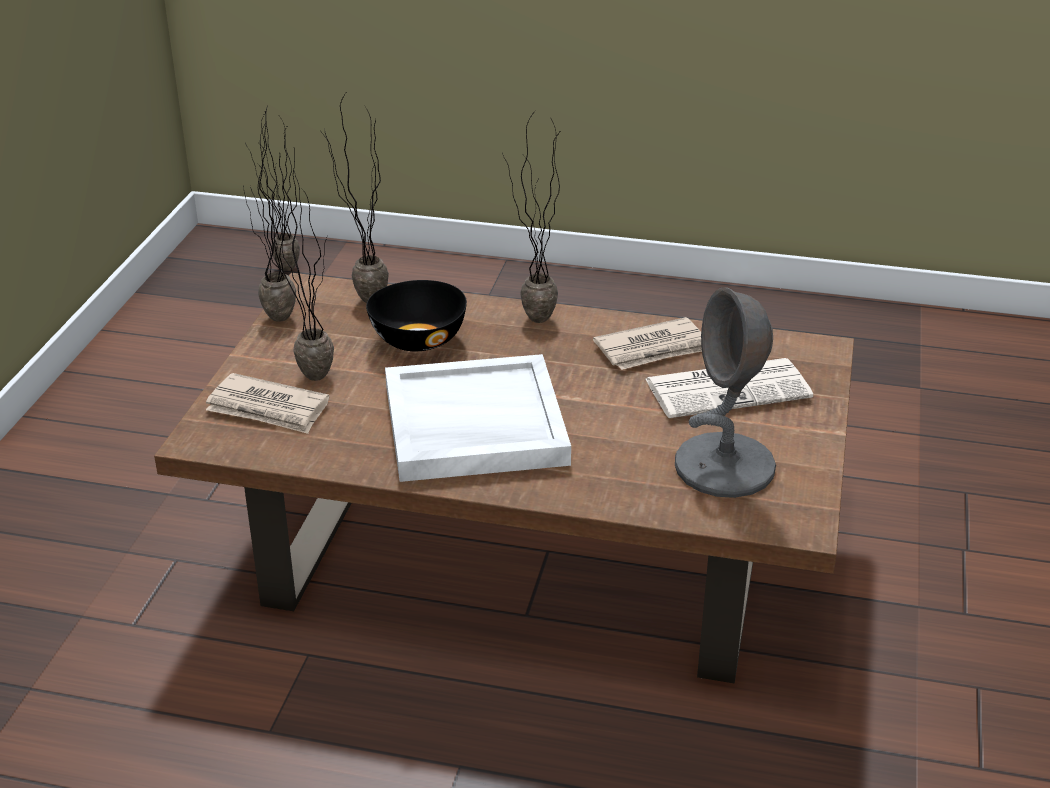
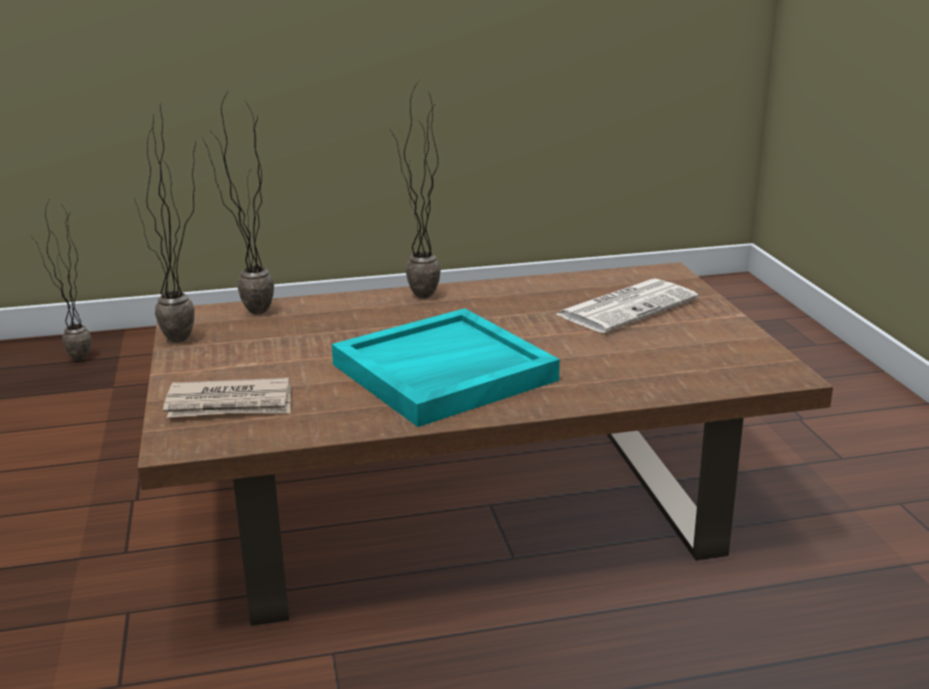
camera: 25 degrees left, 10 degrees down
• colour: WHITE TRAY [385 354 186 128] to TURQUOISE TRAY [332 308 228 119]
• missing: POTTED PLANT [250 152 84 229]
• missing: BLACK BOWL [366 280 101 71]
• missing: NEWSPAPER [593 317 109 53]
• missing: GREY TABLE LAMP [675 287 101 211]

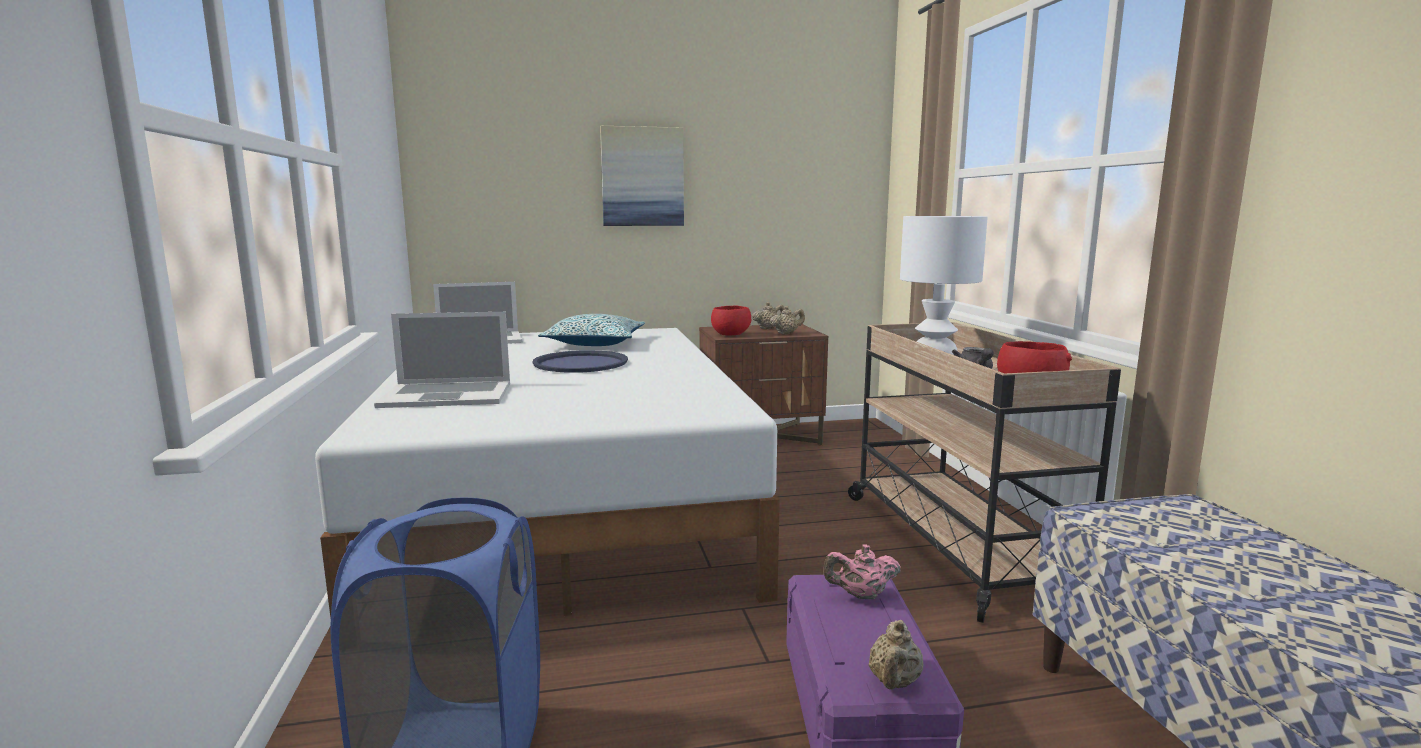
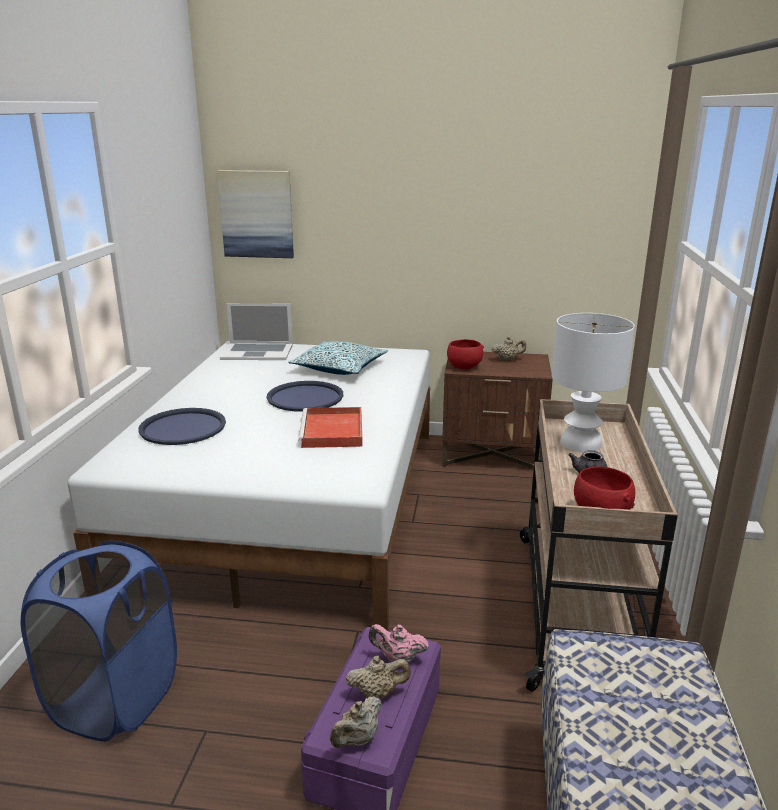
camera: 20 degrees right, 10 degrees up
• exchanged: LAPTOP [374 312 136 96] to BLUE TRAY [139 408 87 37]
• relocated: PICTURE [600 126 84 100] to [217 170 77 88]
• appeared: RED TRAY [298 407 65 41]
• relocated: BEIGE TEAPOT [770 306 35 29] to [346 656 65 42]

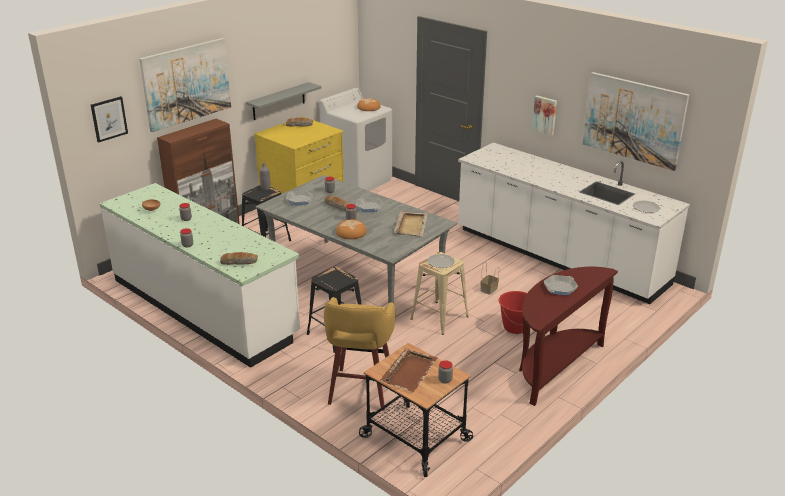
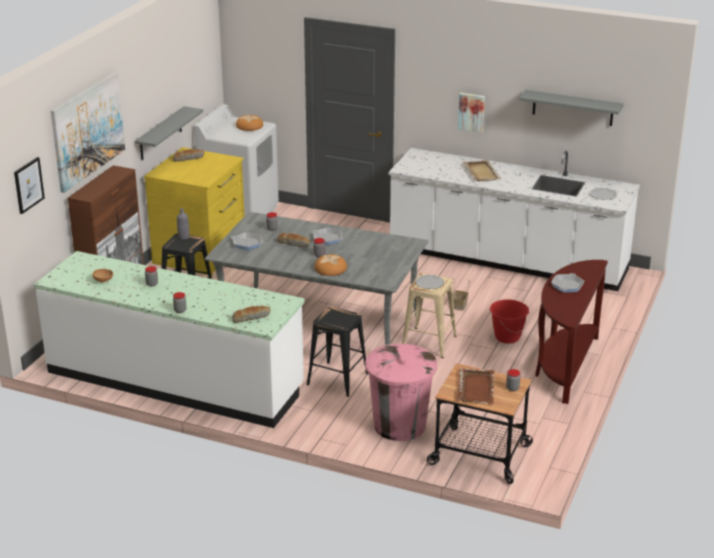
camera: 20 degrees left, 0 degrees up
• exchanged: YELLOW STOOL [324 297 71 113] to PINK TRASH CAN [365 344 72 97]
• relocated: BEIGE TRAY [394 211 33 25] to [462 160 39 21]
• exchanged: PICTURE [582 72 107 99] to GREY SHELF [519 90 105 36]

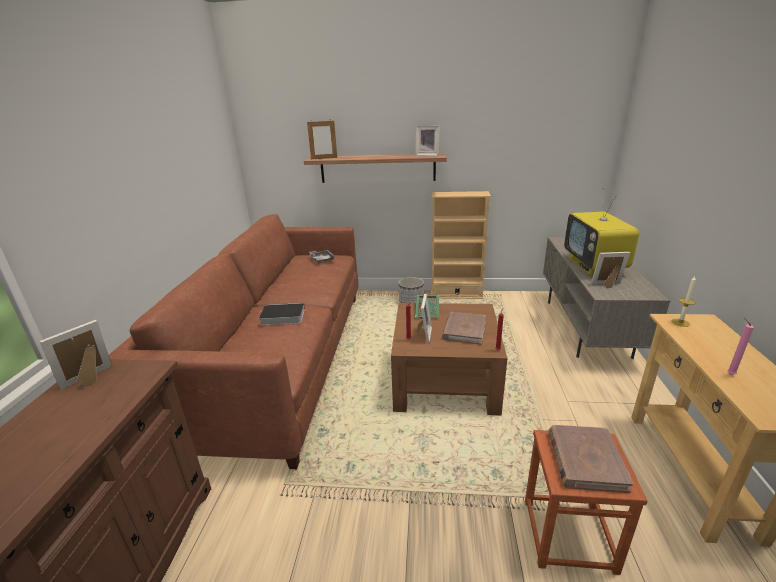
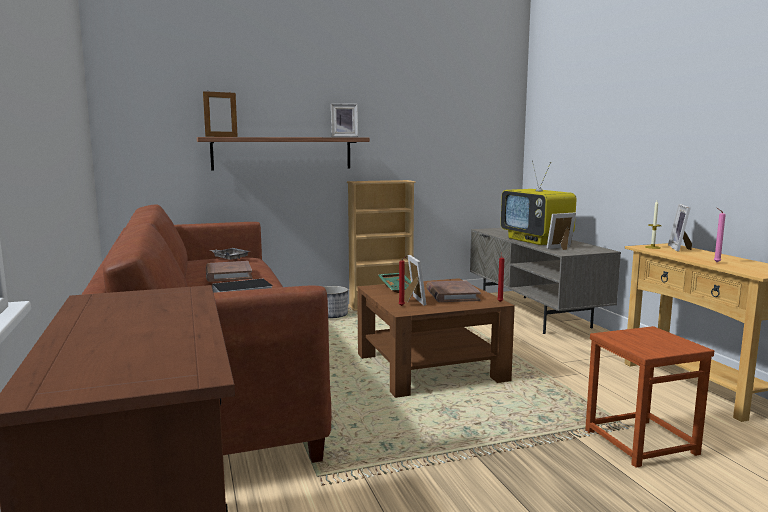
camera: 25 degrees left, 15 degrees down
• relocated: BROWN BOOK [548 425 85 68] to [206 261 46 21]
• relocated: PICTURE FRAME [40 320 72 70] to [668 204 24 48]

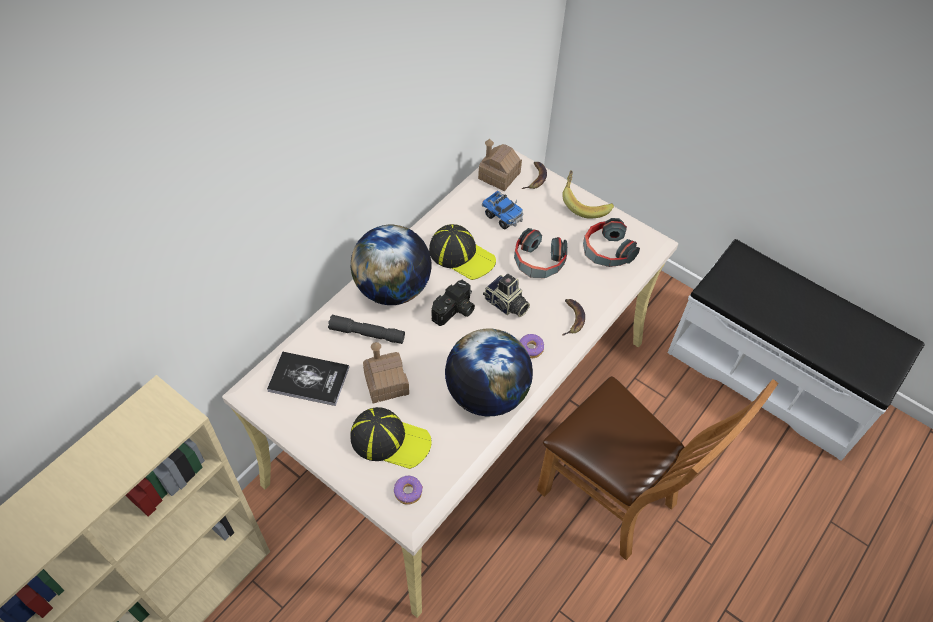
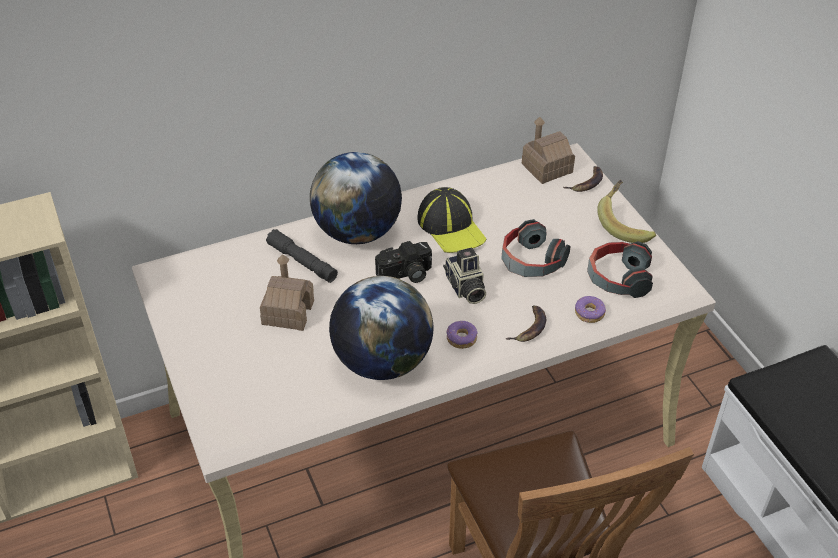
camera: 30 degrees right, 10 degrees down
• relocated: DONUT [394 476 29 29] to [575 296 31 27]
• missing: BOOK [267 351 82 55]
• missing: CAP [350 407 82 62]
• missing: TOY TRUCK [482 191 41 38]

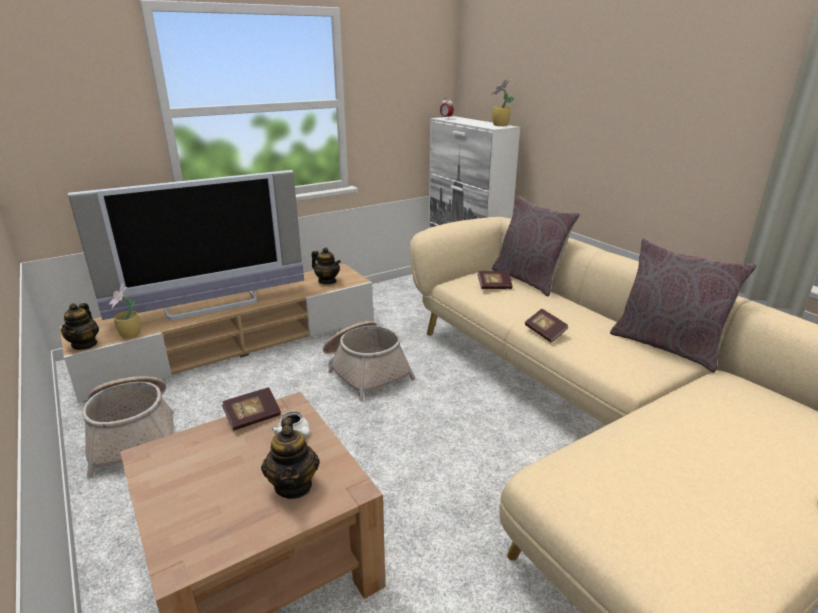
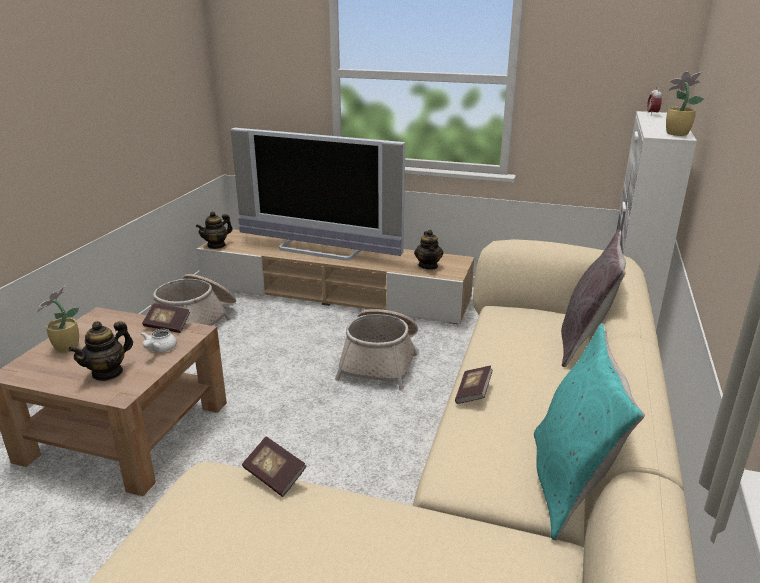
camera: 50 degrees right, 0 degrees up
• relocated: POTTED PLANT [109 283 32 55] to [38 286 41 66]
• relocated: BOOK [477 271 36 18] to [242 436 65 61]
• colour: GREY PILLOW [610 238 147 135] to TURQUOISE PILLOW [534 323 111 217]

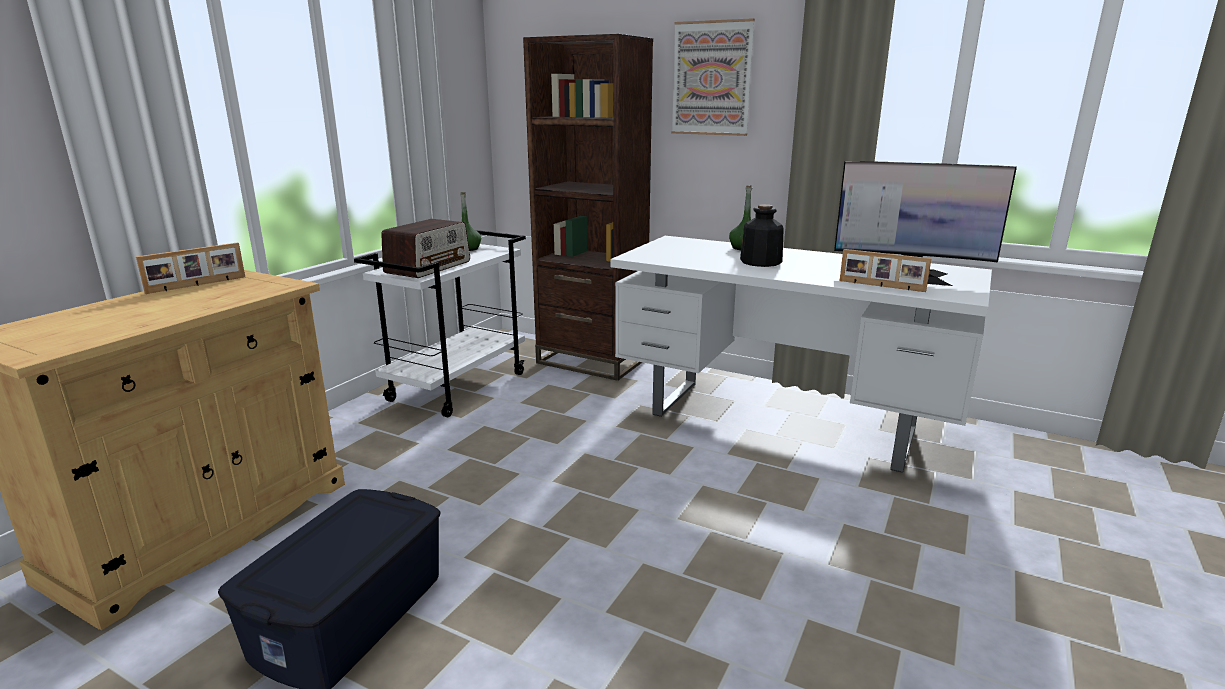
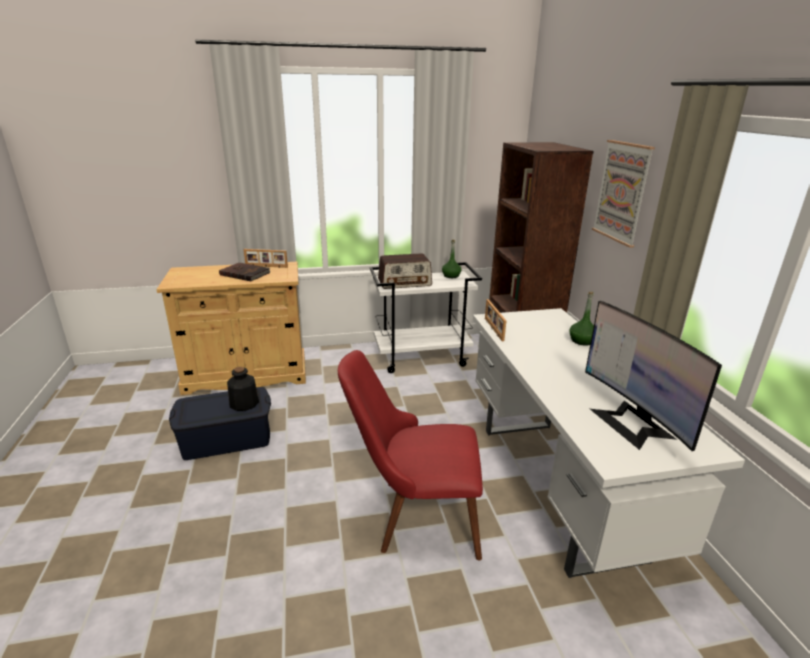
camera: 50 degrees right, 5 degrees up
• appeared: BROWN BOOK [219 262 52 19]
• relocated: BOTTLE [740 204 44 63] to [227 367 32 44]
• appeared: RED CHAIR [338 350 145 210]
• relocated: PICTURE FRAME [840 249 92 43] to [485 299 21 42]

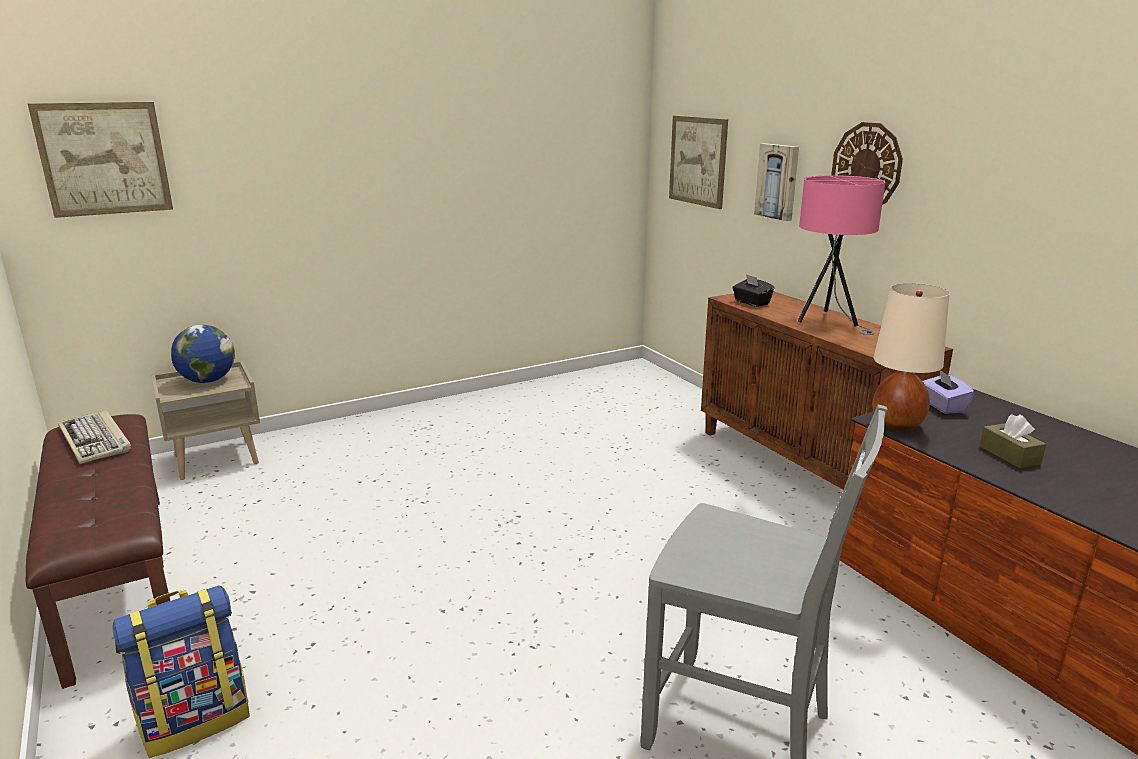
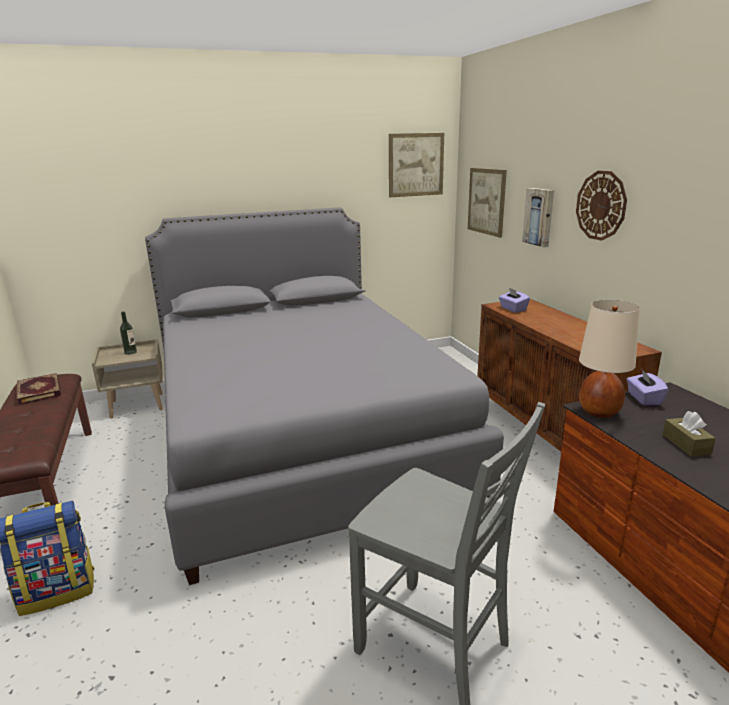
camera: 10 degrees right, 0 degrees up
• exchanged: KEYBOARD [58 410 73 54] to BOOK [17 373 44 32]
• exchanged: GLOBE [171 325 64 58] to BOTTLE [120 312 17 43]
• appeared: GREY BED [145 207 359 378]
• relocated: PICTURE [28 102 145 116] to [389 133 55 64]
• colour: BLACK TISSUE BOX [733 274 41 33] to PURPLE TISSUE BOX [499 288 31 25]
• missing: PINK TABLE LAMP [798 175 87 160]

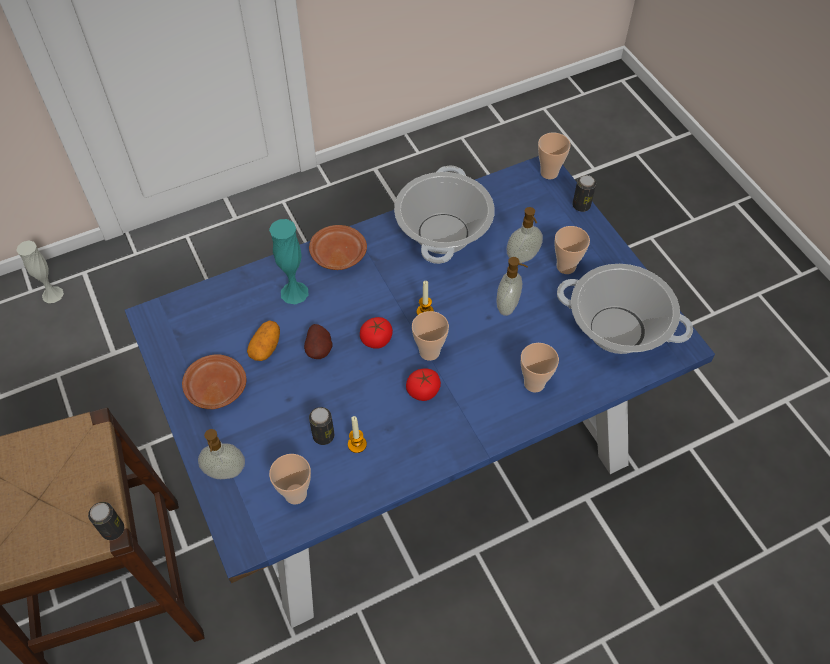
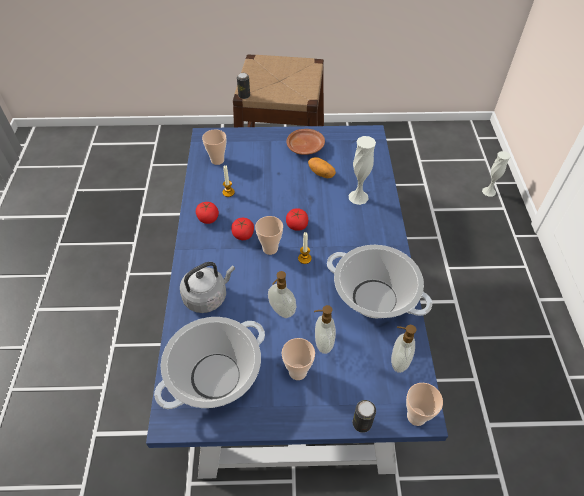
camera: 115 degrees right, 5 degrees down
• exchanged: CUP [520 343 39 50] to GREY KETTLE [180 262 55 51]
• appeared: TOMATO [196 202 23 22]
• colour: TURQUOISE VASE [269 219 40 85] to WHITE VASE [349 136 27 69]
• relocated: SOAP DISPENSER [198 429 47 50] to [391 325 25 48]
• missing: POTATO [304 324 29 35]
• missing: BROWN PLATE [309 225 58 45]
• missing: CAN [309 407 25 38]

